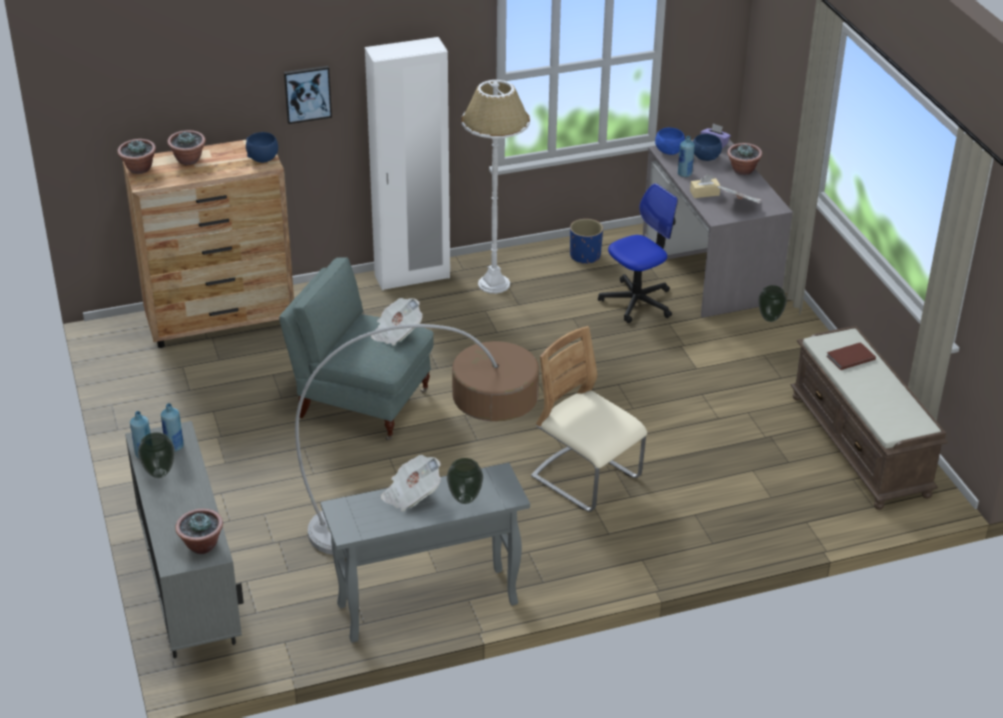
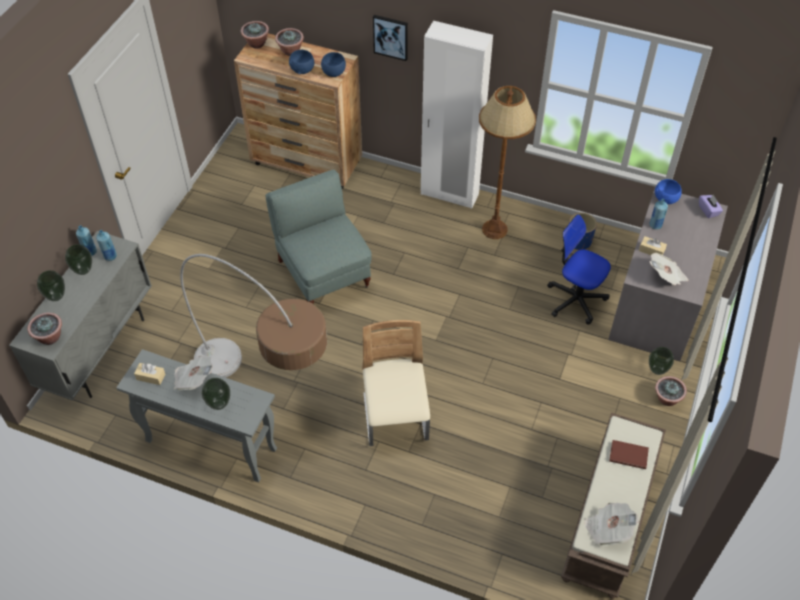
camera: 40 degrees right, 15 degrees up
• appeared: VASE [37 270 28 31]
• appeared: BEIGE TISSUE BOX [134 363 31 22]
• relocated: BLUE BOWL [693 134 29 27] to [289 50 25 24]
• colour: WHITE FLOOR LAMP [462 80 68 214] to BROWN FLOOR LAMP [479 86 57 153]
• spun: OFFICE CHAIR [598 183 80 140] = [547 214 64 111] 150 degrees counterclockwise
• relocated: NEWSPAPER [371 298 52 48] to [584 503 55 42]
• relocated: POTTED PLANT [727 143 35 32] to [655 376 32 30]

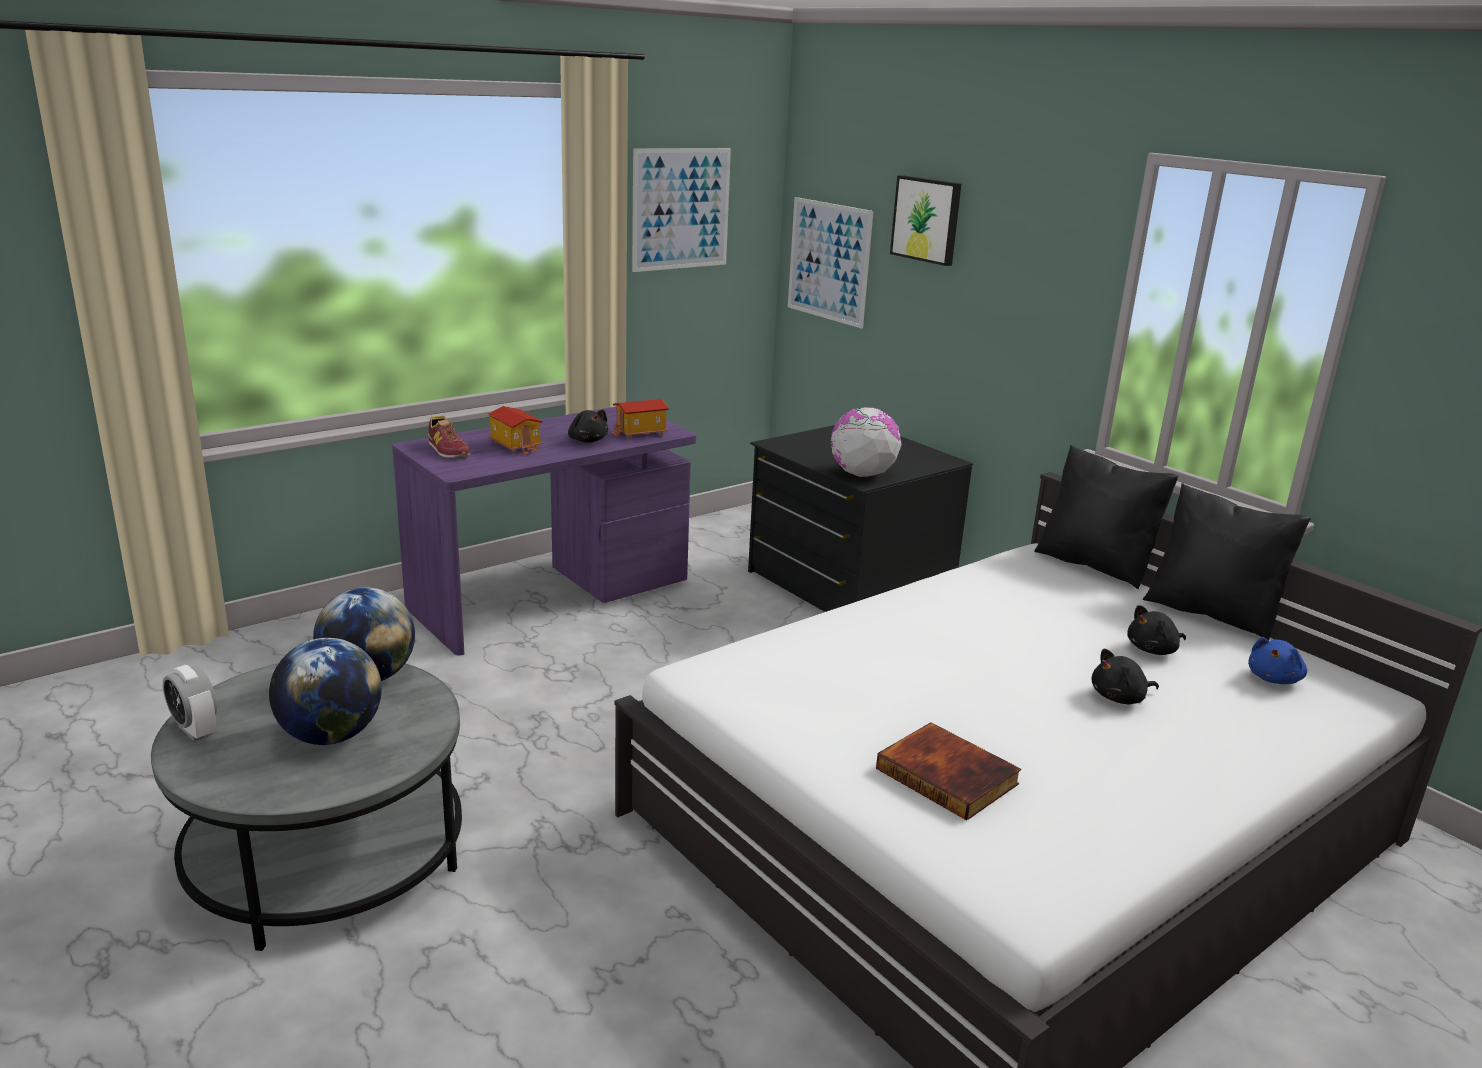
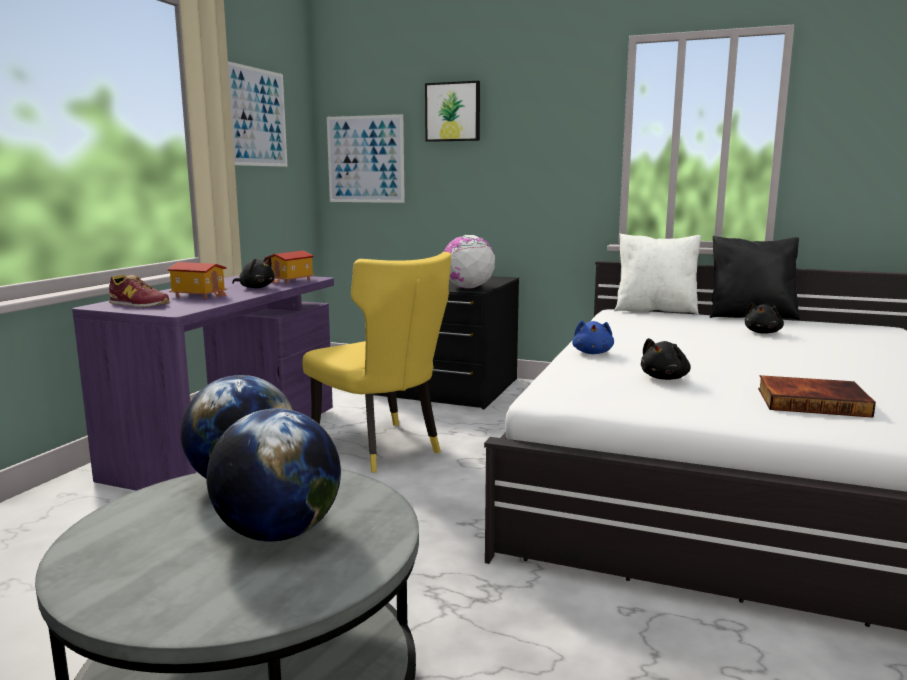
camera: 30 degrees left, 10 degrees down
• appeared: YELLOW CHAIR [302 252 149 221]
• relocated: BLUE PLUSH TOY [1248 637 59 47] to [572 320 42 34]
• colour: BLACK PILLOW [1034 445 145 144] to WHITE PILLOW [614 233 87 82]
• relocated: BLACK PLUSH TOY [1092 649 67 55] to [640 338 50 42]
• missing: ALARM CLOCK [163 665 54 76]

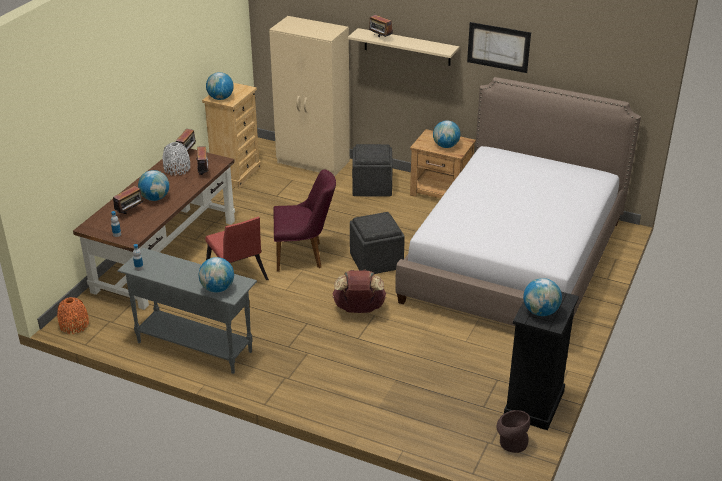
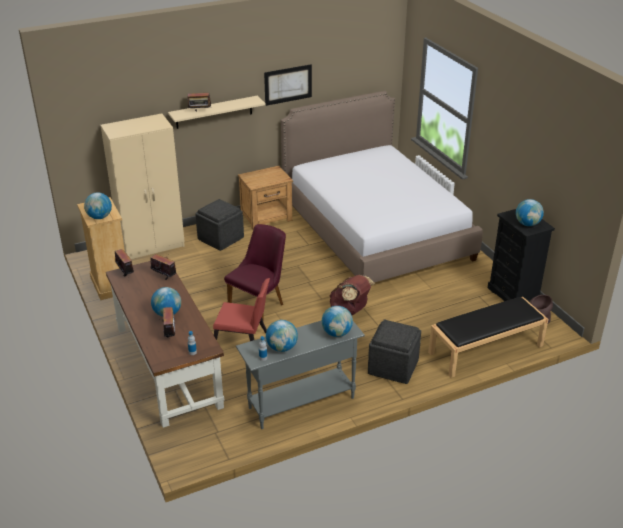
camera: 50 degrees left, 0 degrees up
• relocated: GLOBE [433 120 27 28] to [266 320 32 32]
• relocated: GREY OTTOMAN [350 212 55 62] to [368 319 53 65]
• appeared: BLACK BENCH [428 297 120 81]
• missing: ORANGE VASE [57 297 32 37]
• missing: GREY VASE [163 142 27 34]

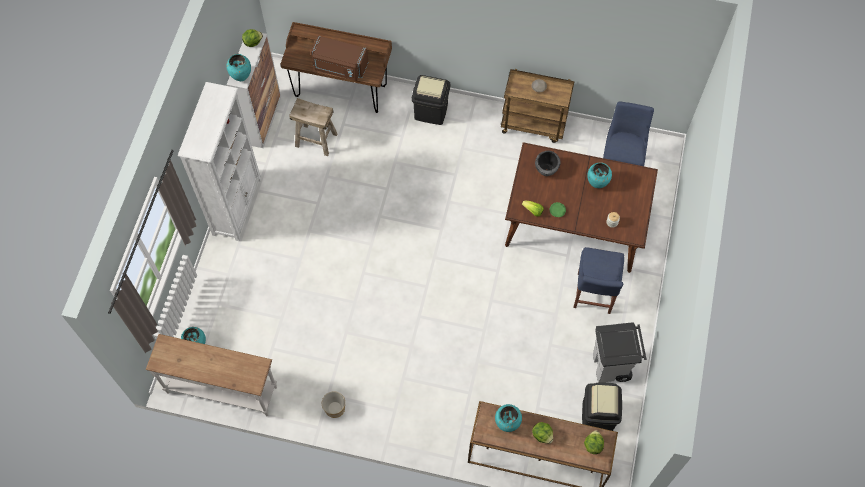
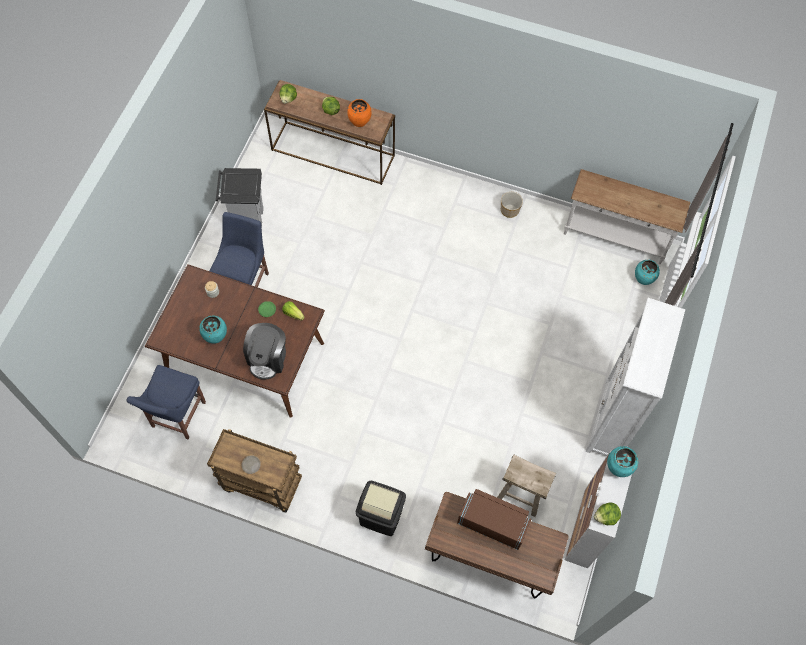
camera: 175 degrees left, 0 degrees up
• exchanged: BOWL [535 151 26 25] to COFFEE MACHINE [243 323 43 57]
• colour: TURQUOISE VASE [495 404 27 28] to ORANGE VASE [347 99 25 28]
• missing: BLACK TRASH CAN [582 382 40 49]

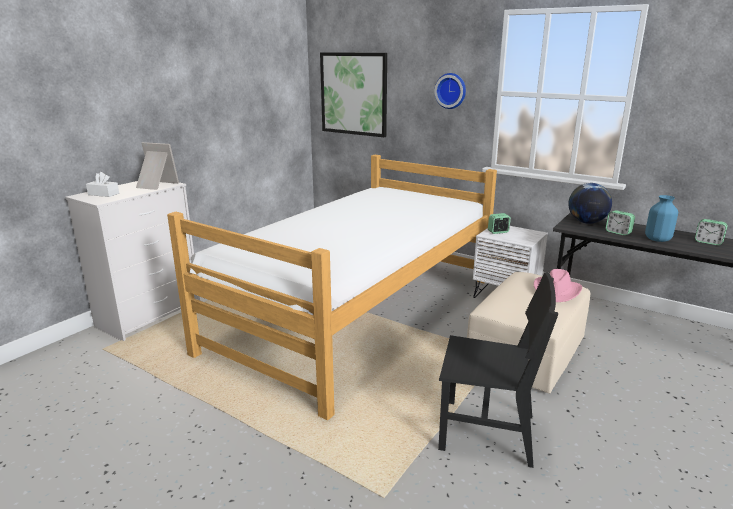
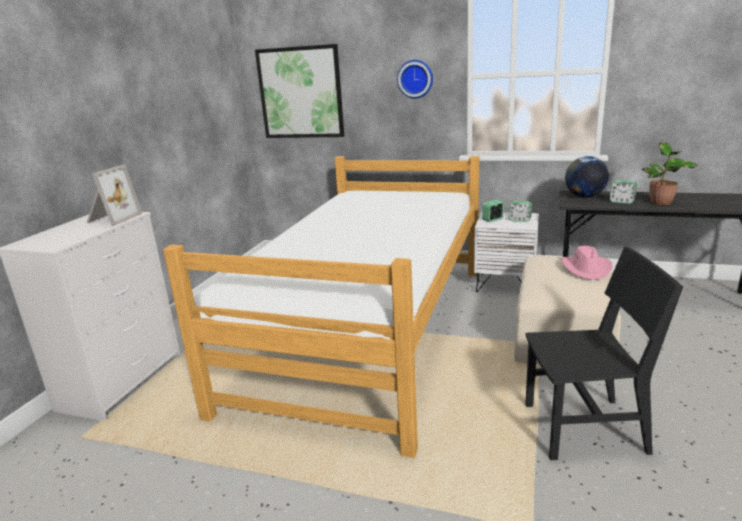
camera: 15 degrees left, 0 degrees up
• spun: PICTURE FRAME [136 142 43 48] = [87 164 55 62] 105 degrees clockwise
• relocated: ALARM CLOCK [695 219 33 26] to [509 201 23 21]
• exchanged: BLUE VASE [645 195 33 47] to POTTED PLANT [642 142 55 63]
• missing: WHITE TISSUE BOX [86 172 33 25]

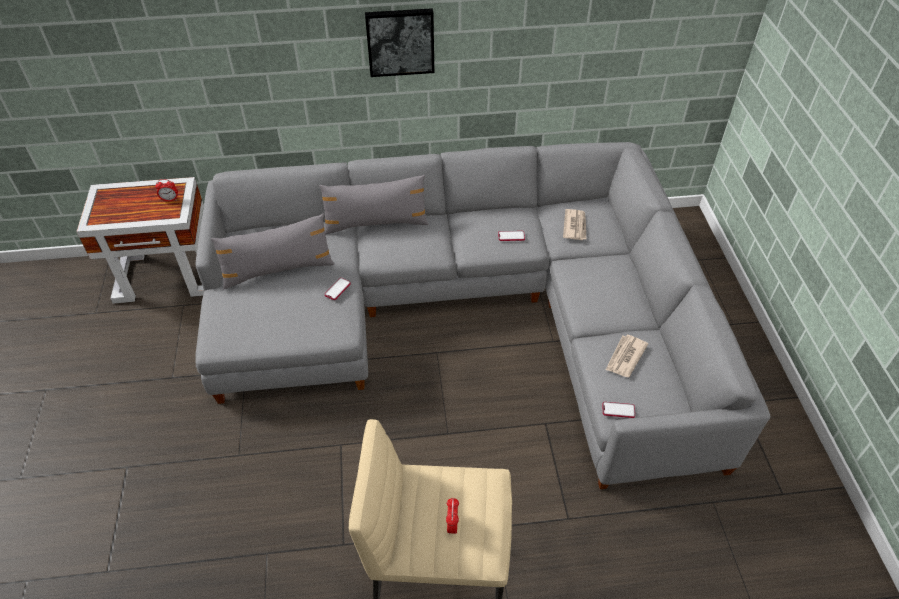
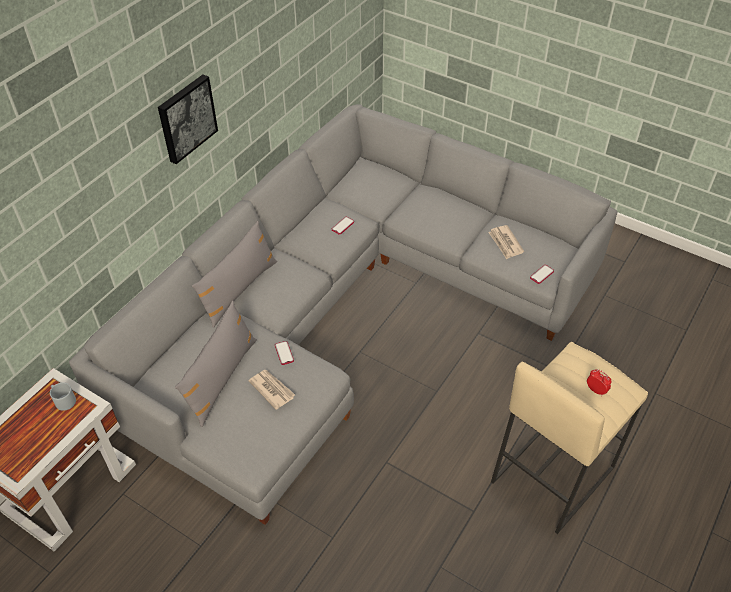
camera: 50 degrees left, 0 degrees up
• exchanged: ALARM CLOCK [155 179 23 23] to GREY MUG [50 382 26 29]
• relocated: NEWSPAPER [563 209 23 31] to [248 370 47 40]

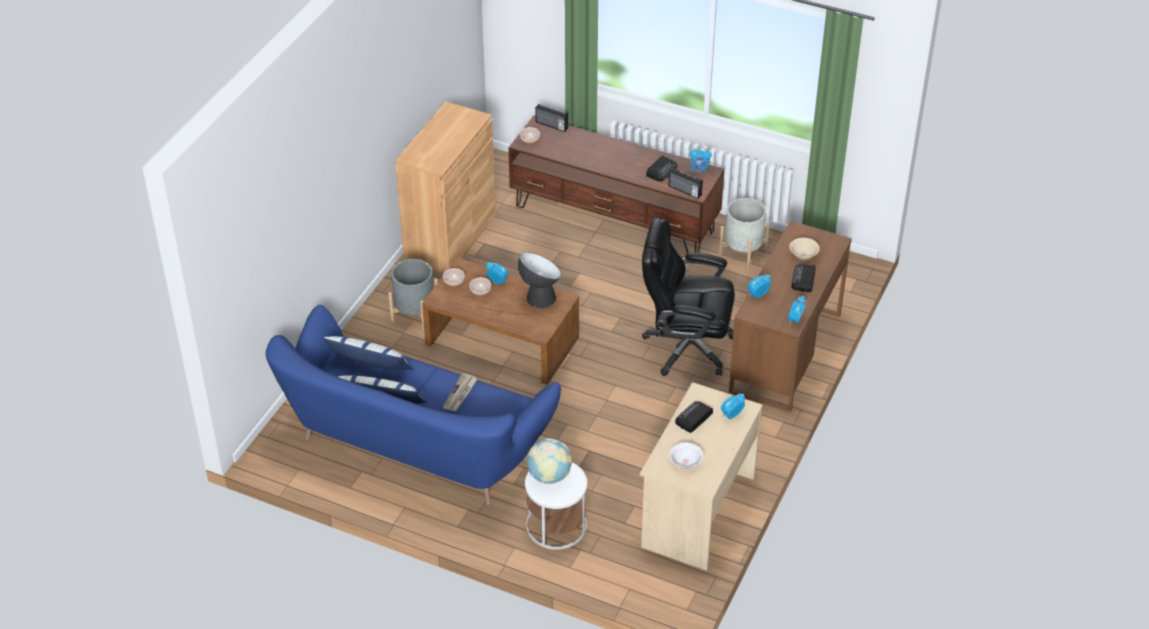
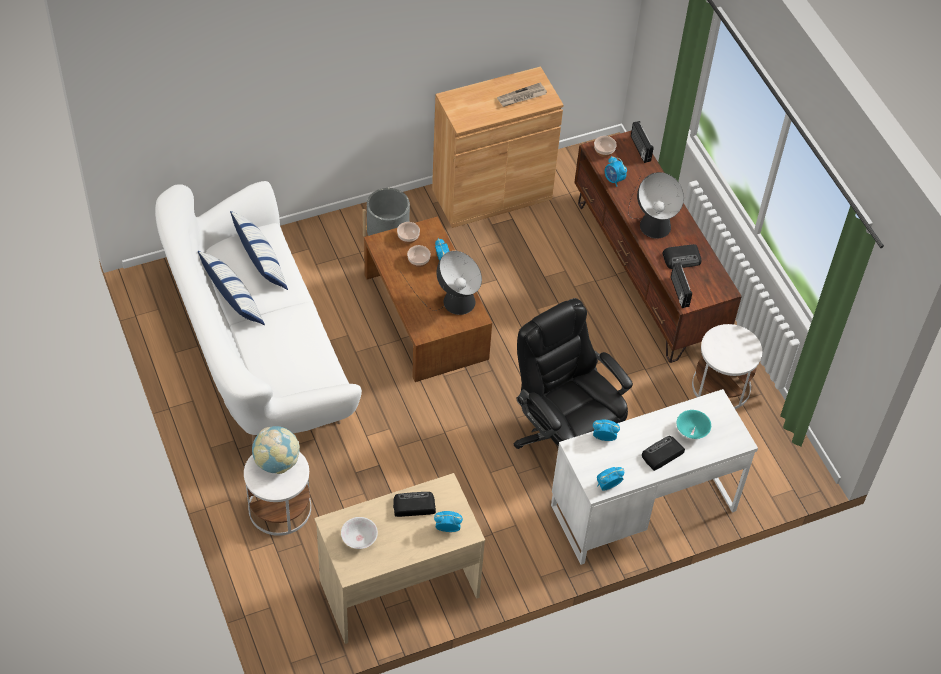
camera: 40 degrees right, 10 degrees up
• colour: BLUE SOFA [266 305 295 200] to WHITE SOFA [155 181 207 264]
• relocated: NEWSPAPER [443 373 34 38] to [497 83 50 24]
• colour: BROWN DESK [729 221 123 191] to WHITE DESK [551 389 207 176]
• relocated: ALARM CLOCK [690 147 22 26] to [605 156 22 31]
• appeared: TABLE LAMP [628 172 56 67]
• colour: BEIGE BOWL [789 238 31 22] to TURQUOISE BOWL [677 410 34 29]
• exchanged: GREY PLANTER [719 198 51 70] to WHITE SIDE TABLE [692 324 70 85]

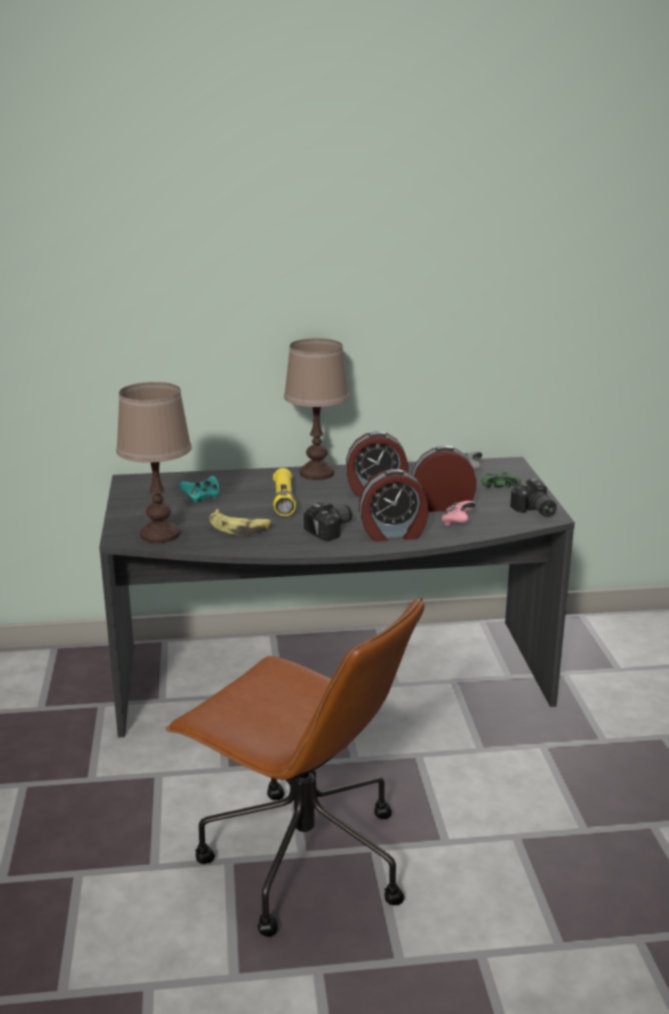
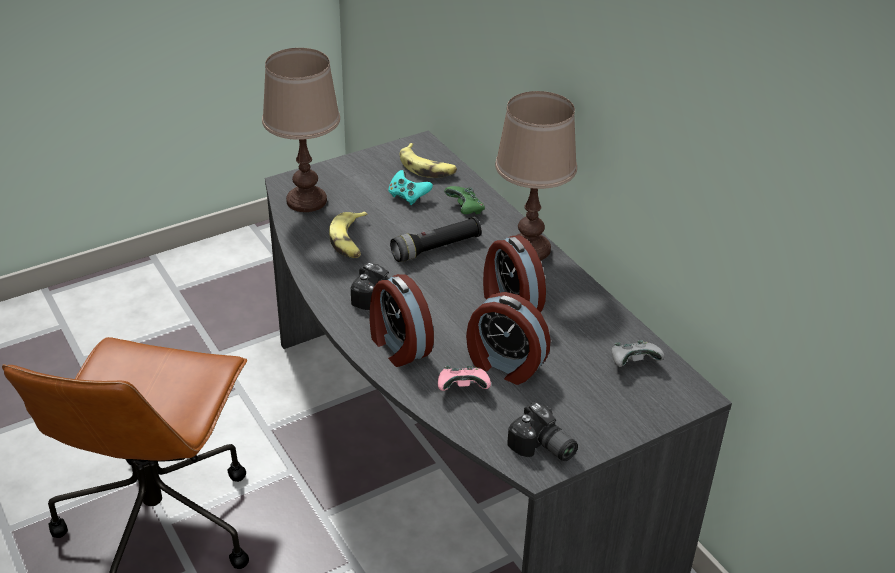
camera: 65 degrees right, 15 degrees up
• colour: YELLOW FLASHLIGHT [273 468 23 48] to BLACK FLASHLIGHT [390 217 91 45]
• appeared: BANANA [400 143 57 35]
• relocated: GREEN GAME CONTROLLER [482 472 39 16] to [445 186 40 28]
• spun: ALARM CLOCK [411 446 65 66] = [466 292 85 93] 150 degrees clockwise
• spun: PHOTO CAMERA [510 478 47 39] = [507 402 71 59] 90 degrees counterclockwise

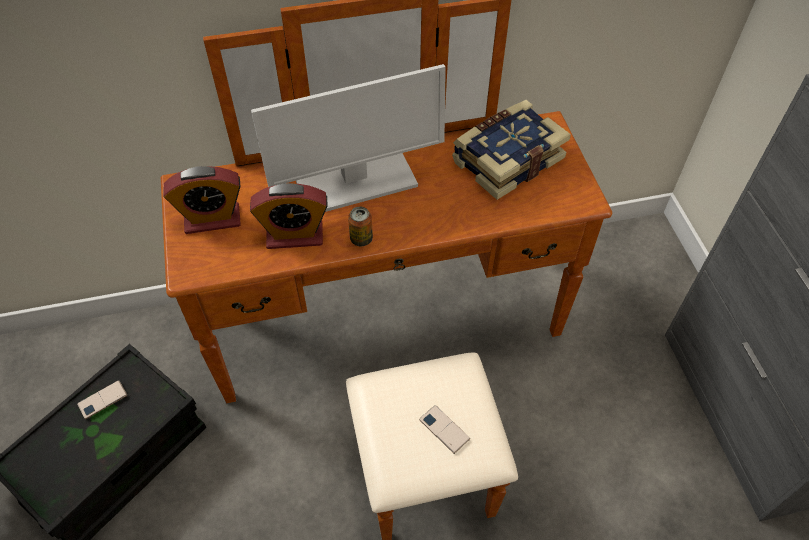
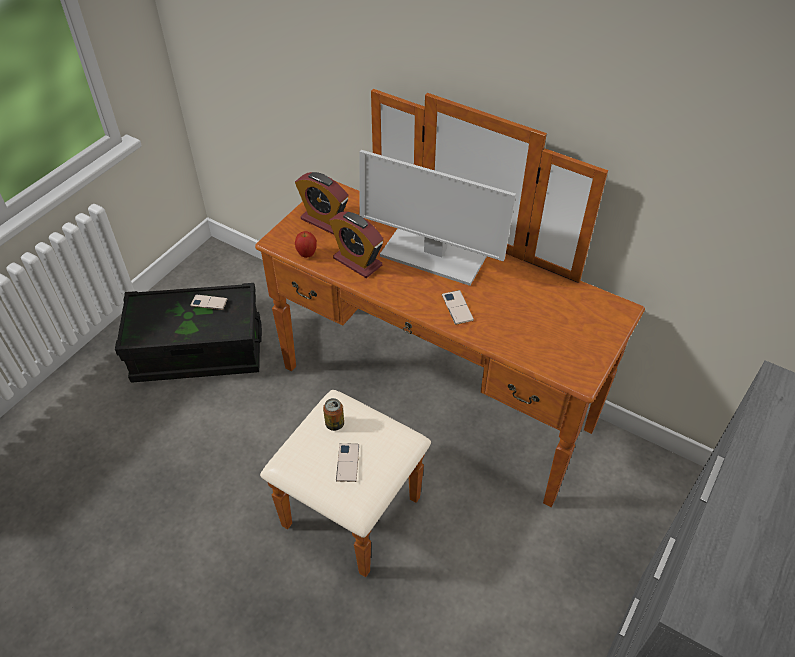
camera: 45 degrees right, 5 degrees down
• appeared: APPLE [295 231 22 27]
• relocated: CAN [348 207 25 39] to [323 398 21 33]
• appeared: PHONE [442 290 32 35]
• missing: BOOK [452 100 119 100]

